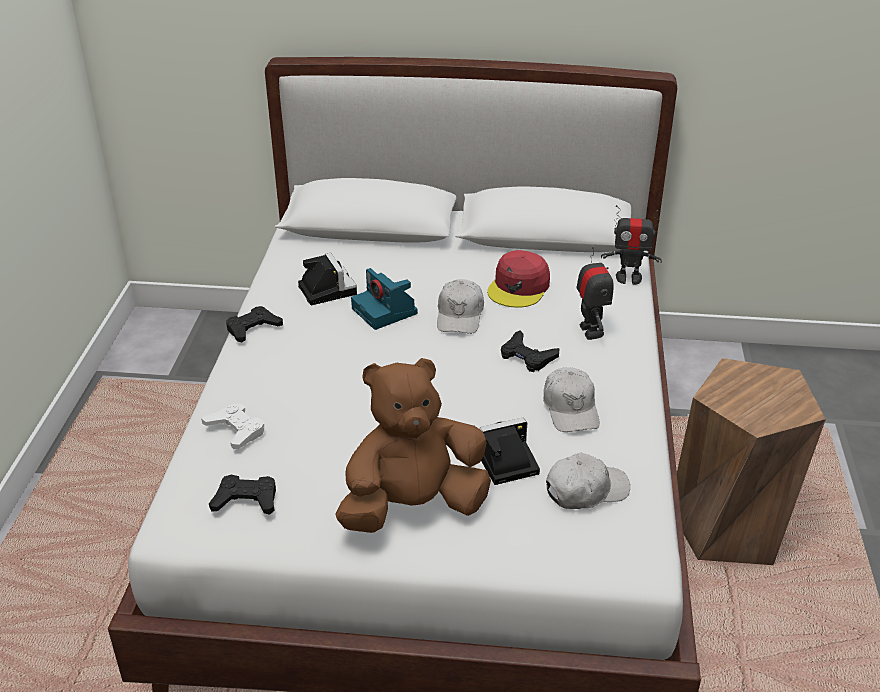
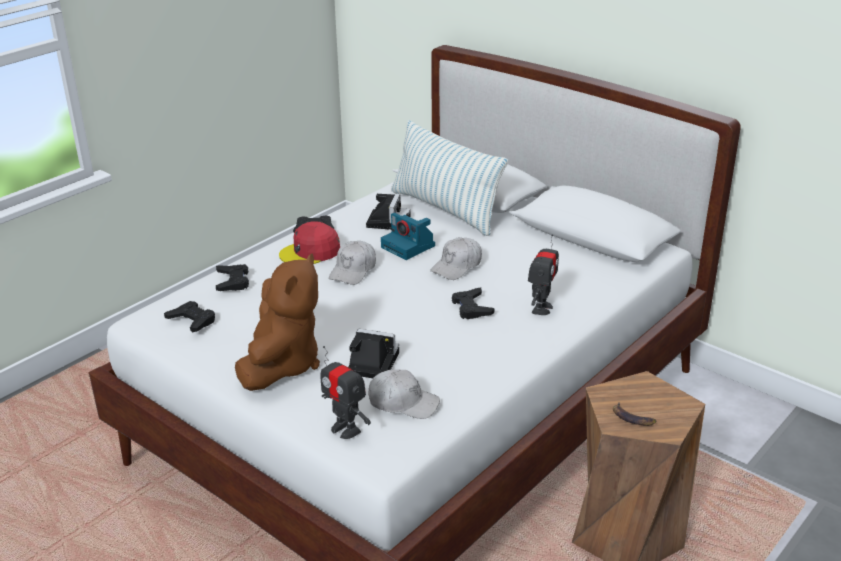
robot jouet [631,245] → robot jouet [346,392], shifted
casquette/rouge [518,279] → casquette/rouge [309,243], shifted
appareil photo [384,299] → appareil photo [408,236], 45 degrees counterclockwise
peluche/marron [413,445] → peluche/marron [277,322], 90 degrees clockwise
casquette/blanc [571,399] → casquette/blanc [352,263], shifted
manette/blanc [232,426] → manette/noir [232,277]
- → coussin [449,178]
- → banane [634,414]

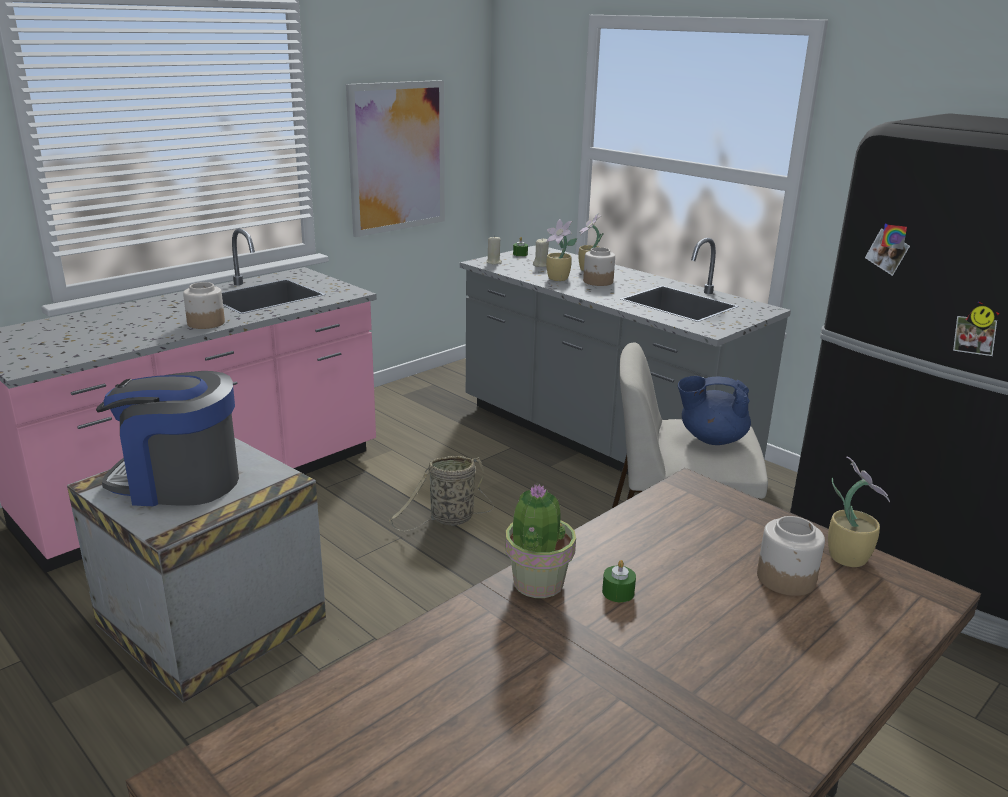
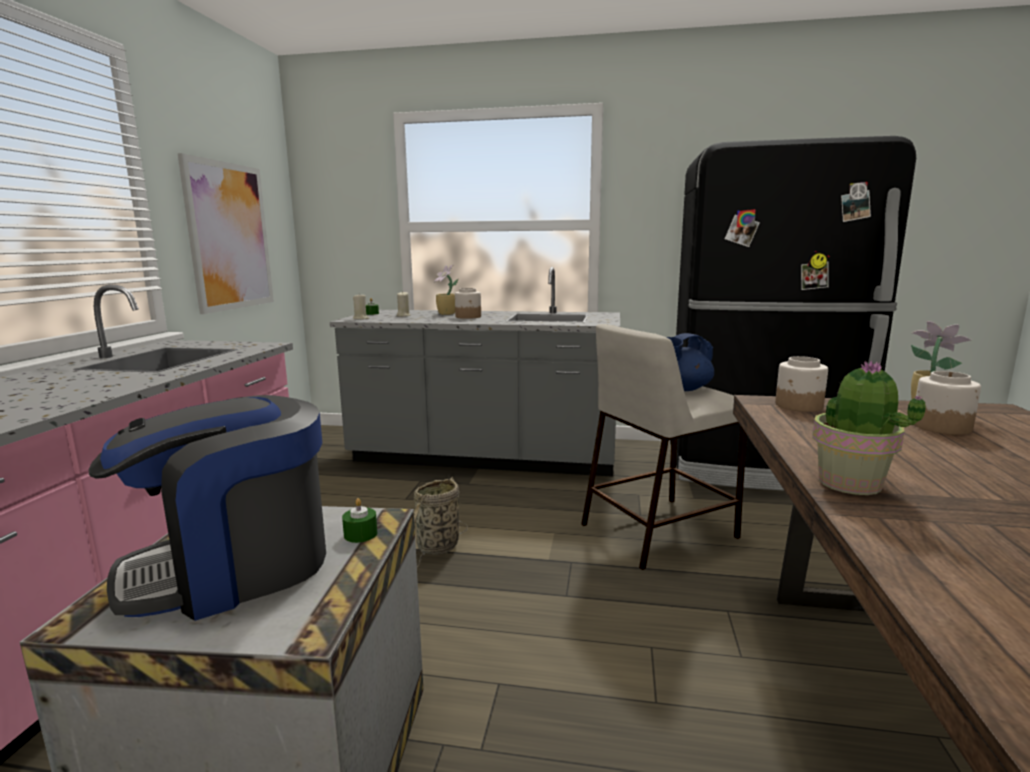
plante en pot [562,250] → -
bocal [204,305] → bocal [801,384], shifted
bougie/vert [619,581] → bougie/vert [359,520], shifted

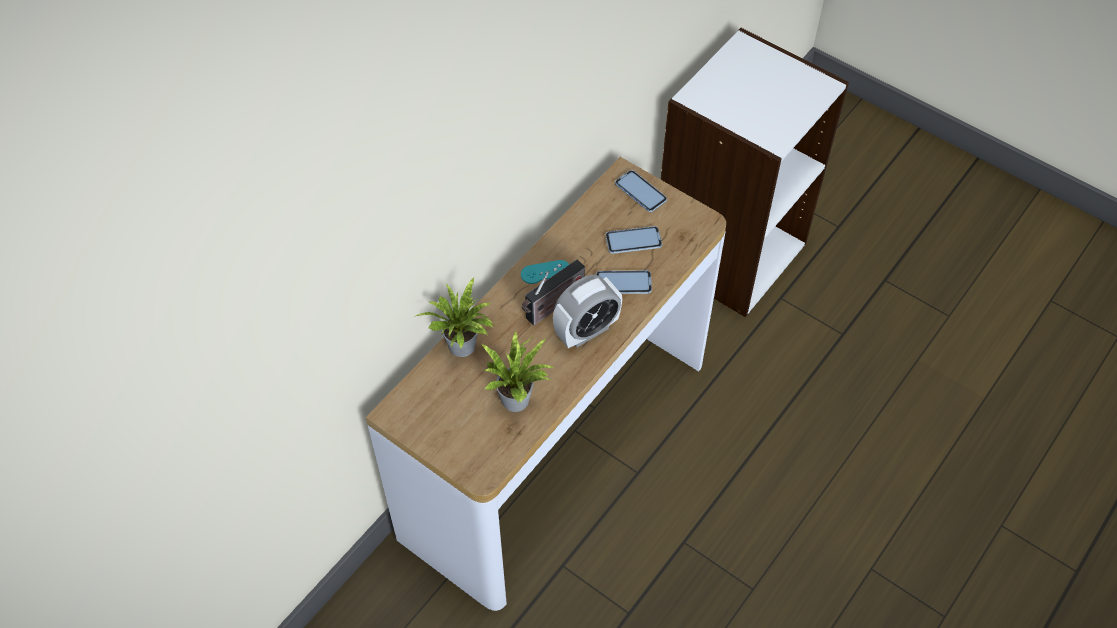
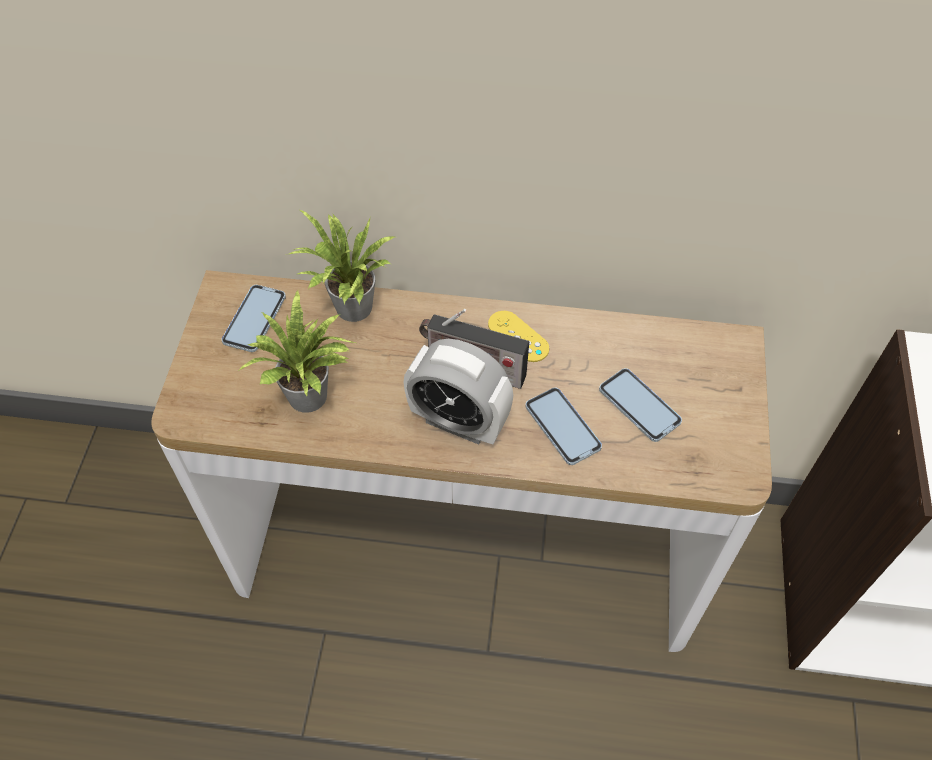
téléphone [641,191] → téléphone [254,318], shifted
manette/turquoise [545,272] → manette/jaune [518,336]

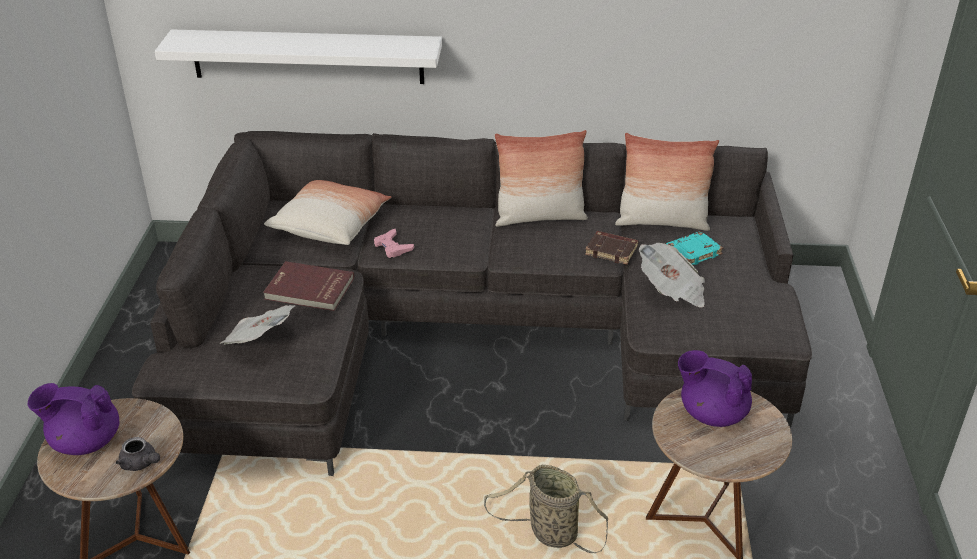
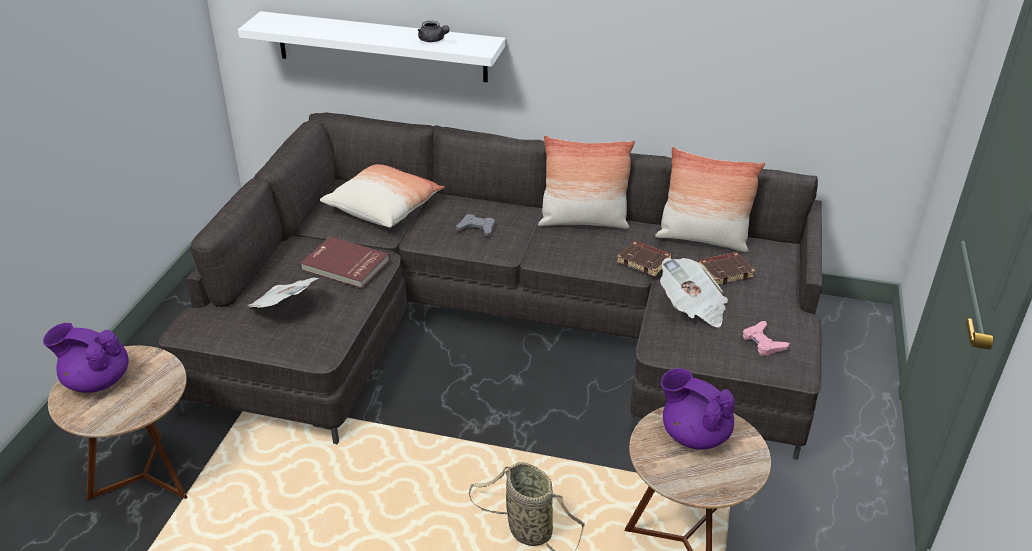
manette/rose [394,243] → manette/rose [766,338], shifted
livre/turquoise [694,248] → livre/marron [726,268]
théière/gris [138,454] → théière/gris [434,31], shifted
- → manette/gris [475,225]

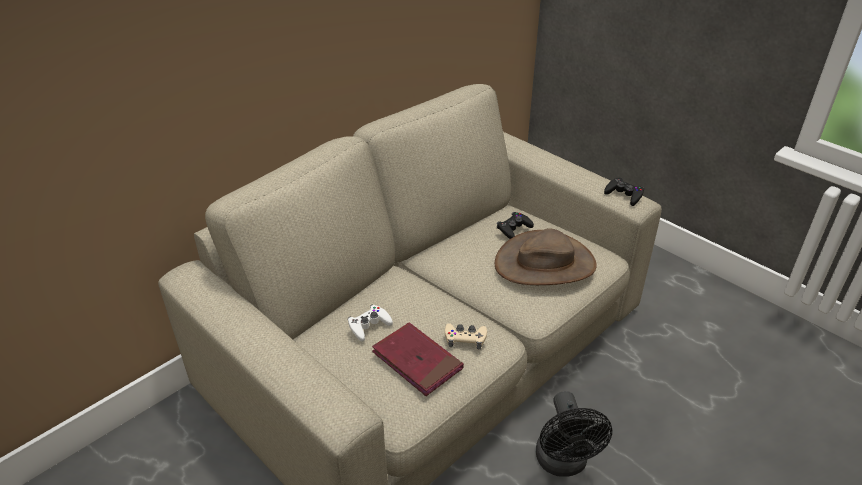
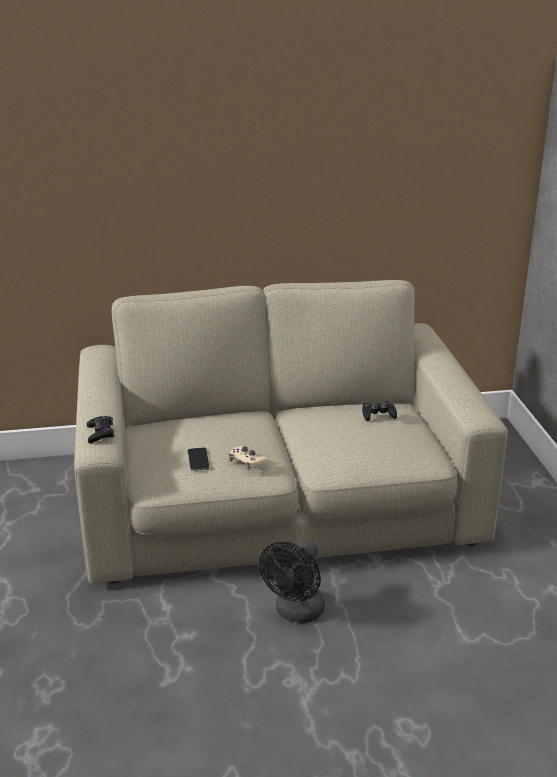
manette/noir [624,192] → manette/noir [101,429], shifted
chapeau/marron [546,256] → -
manette/blanc [370,323] → -
livre/rouge [418,359] → téléphone [199,459]

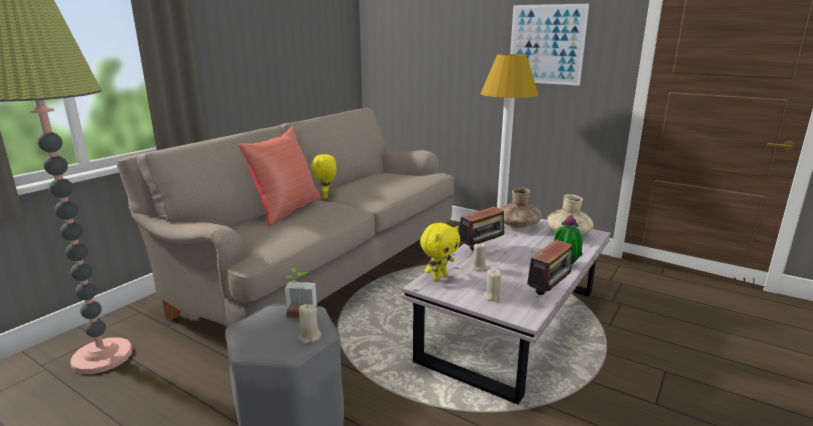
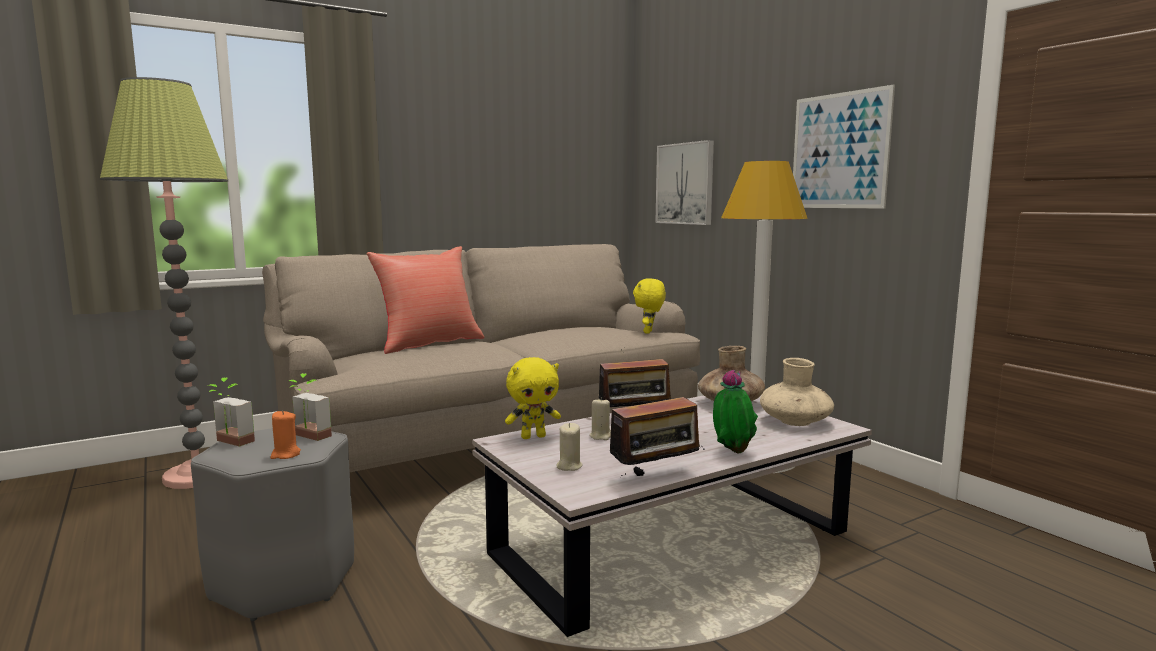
peluche/jaune [324,176] → peluche/jaune [649,306], shifted
bougie/beige [309,324] → bougie/orange [285,434]
- → tableau [684,182]
- → plante en pot [231,412]

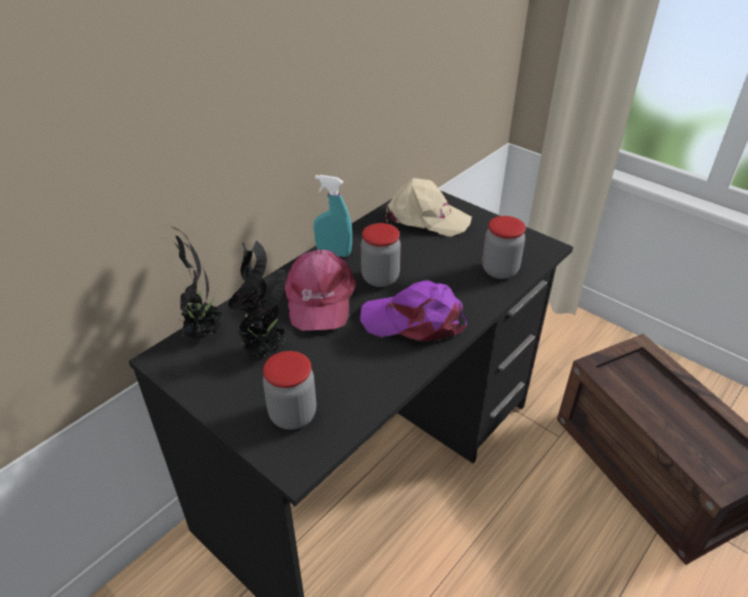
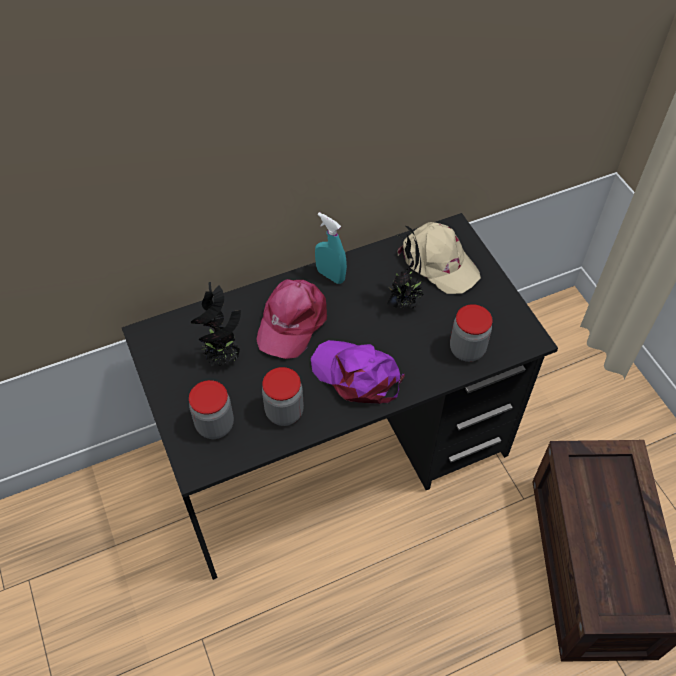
bocal [381,255] → bocal [283,396], shifted
plante en pot [193,282] → plante en pot [405,268], shifted

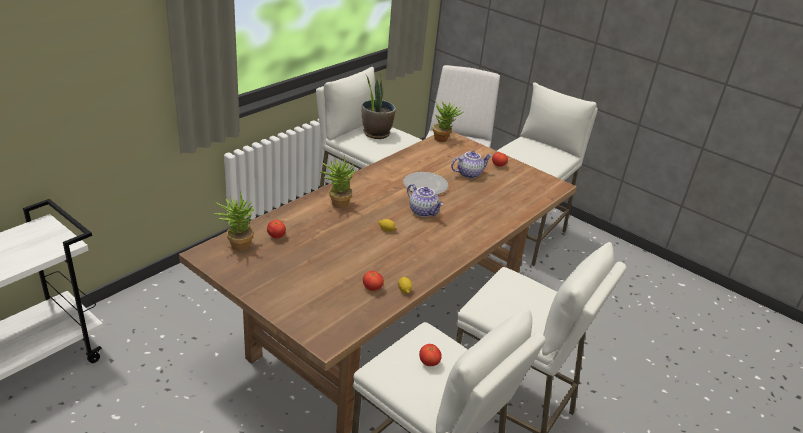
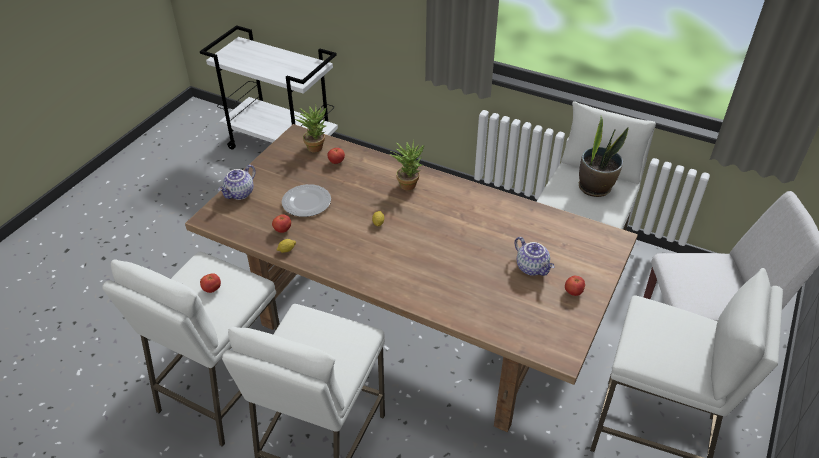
plante en pot [448,121] → -
assiette [425,183] → assiette [306,200], shifted
théière [425,200] → théière [237,182], shifted

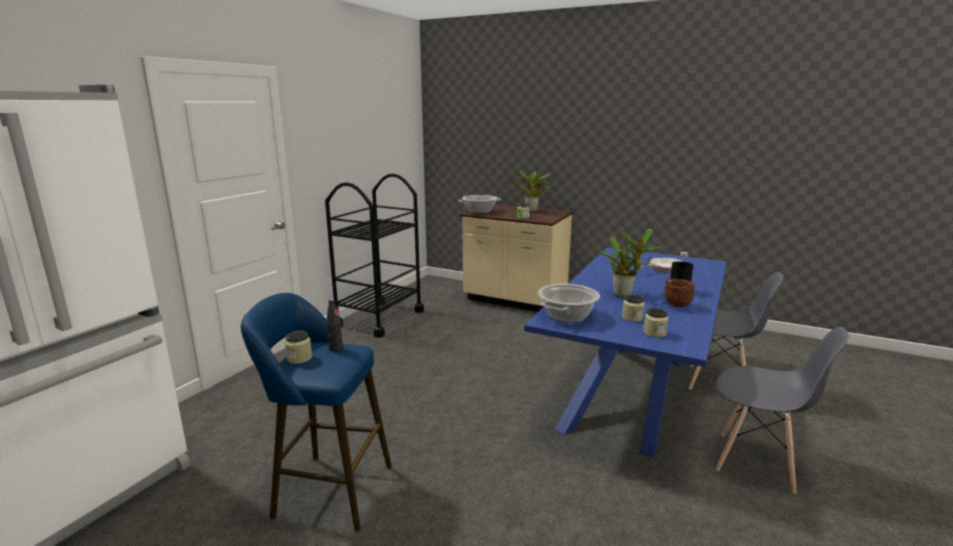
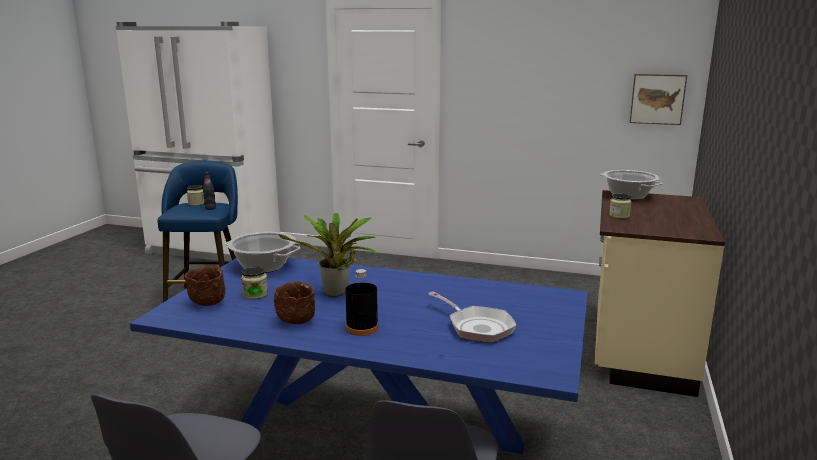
plante en pot [529,191] → -
chariot/noir [374,255] → -
bocal [655,322] → bol/marron [205,286]
- → tableau [658,99]

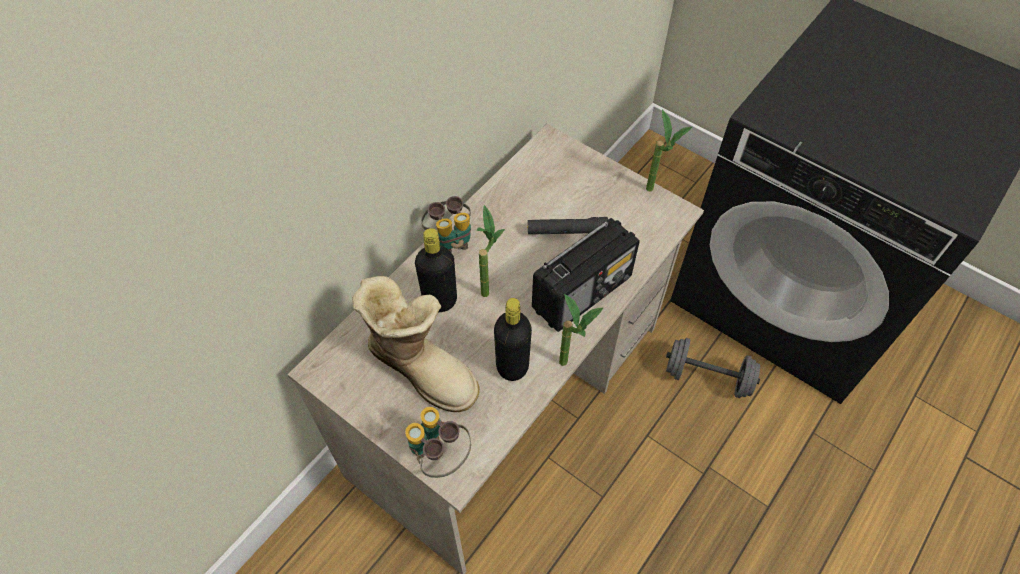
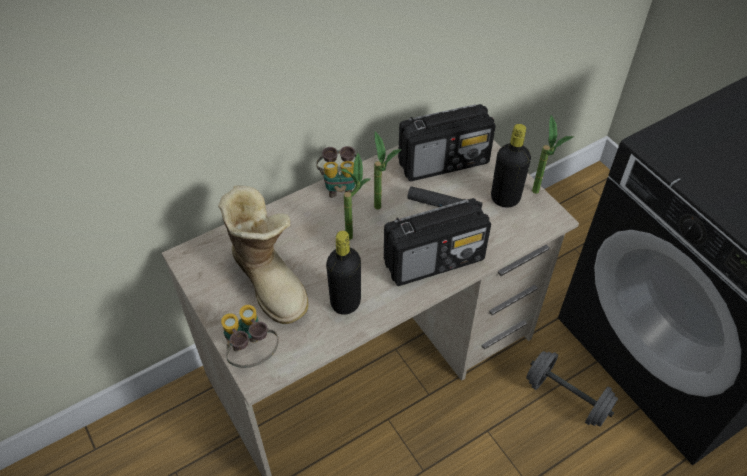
bouteille/noir [436,270] → bouteille/noir [511,165], shifted
plante en pot [581,330] → plante en pot [388,171], shifted
- → radio [447,142]

